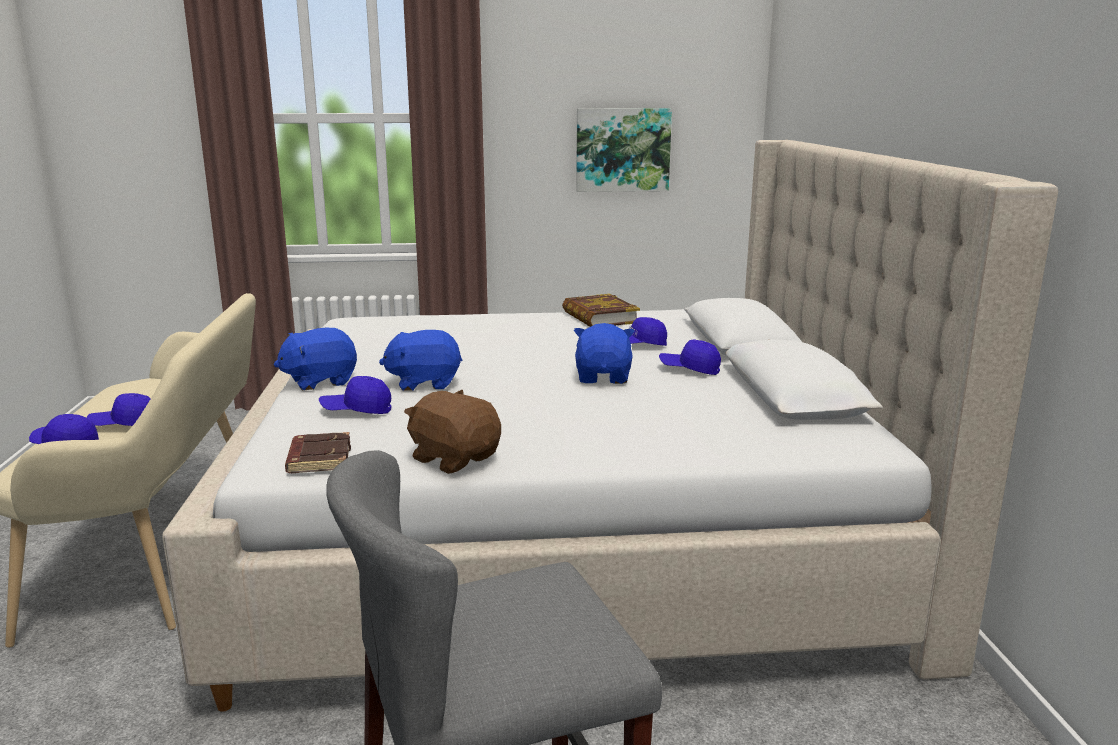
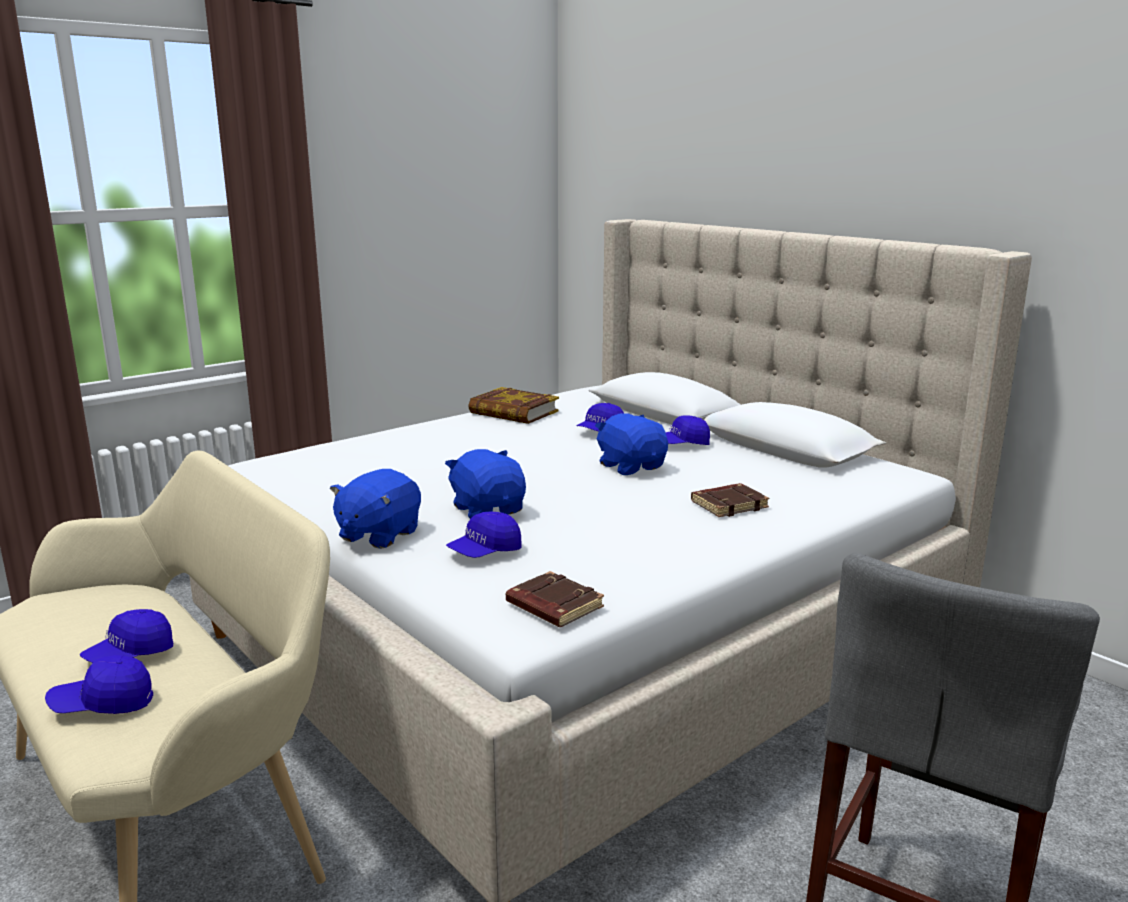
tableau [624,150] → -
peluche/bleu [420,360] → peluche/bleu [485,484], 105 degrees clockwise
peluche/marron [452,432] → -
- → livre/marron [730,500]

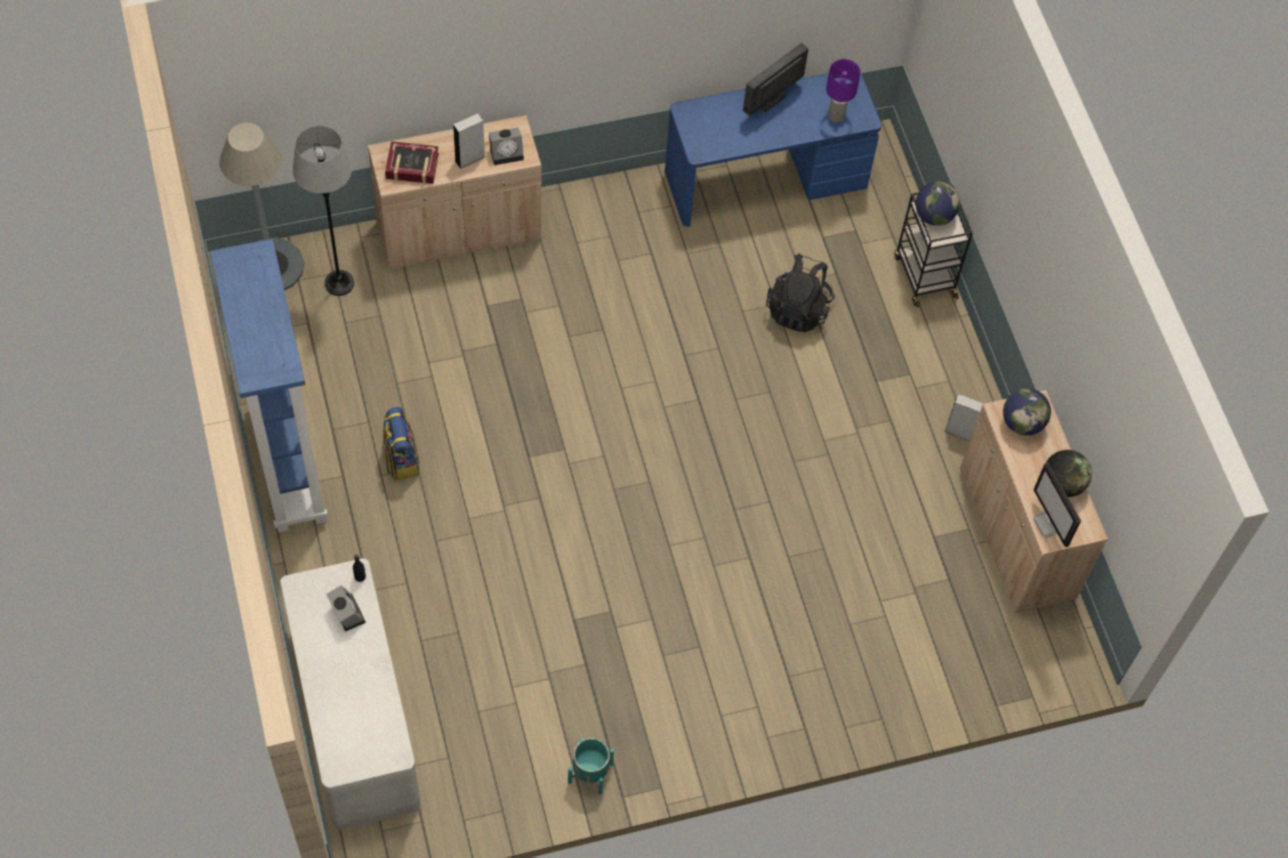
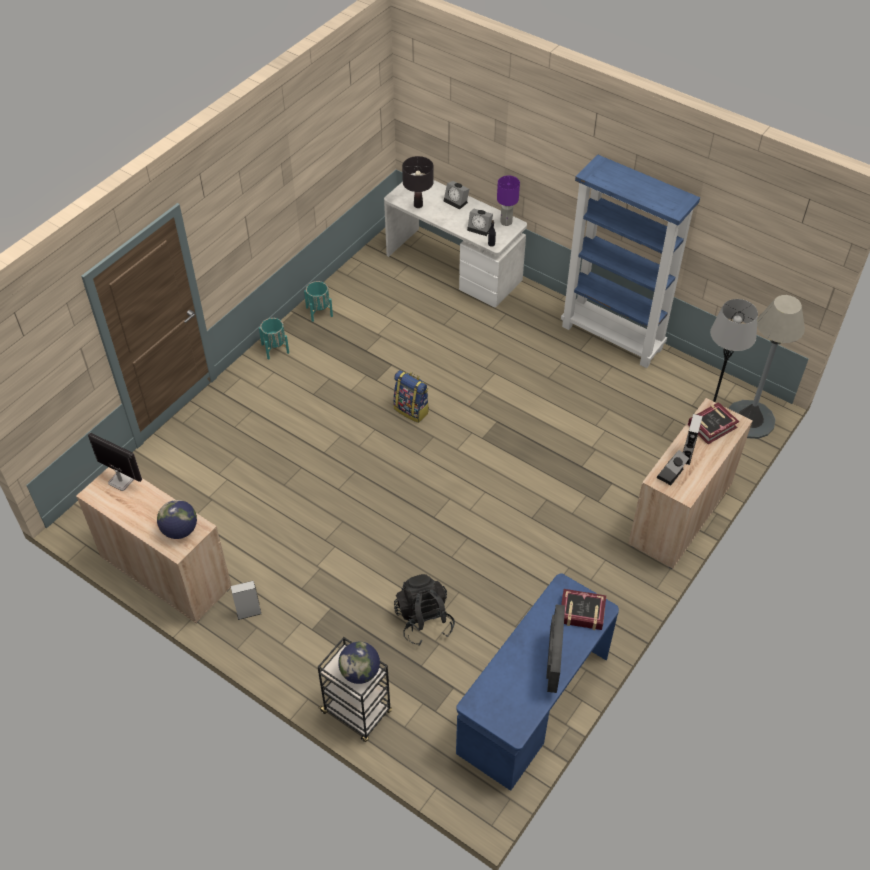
lampe de table/violet [843,90] → lampe de table/violet [508,201], shifted
sac à dos [401,443] → sac à dos [411,396], shifted
globe [1069,473] → -
- → lampe de table/noir [418,182]
- → réveil [456,195]
- → cache-pot/turquoise [274,338]
- → livre [583,609]

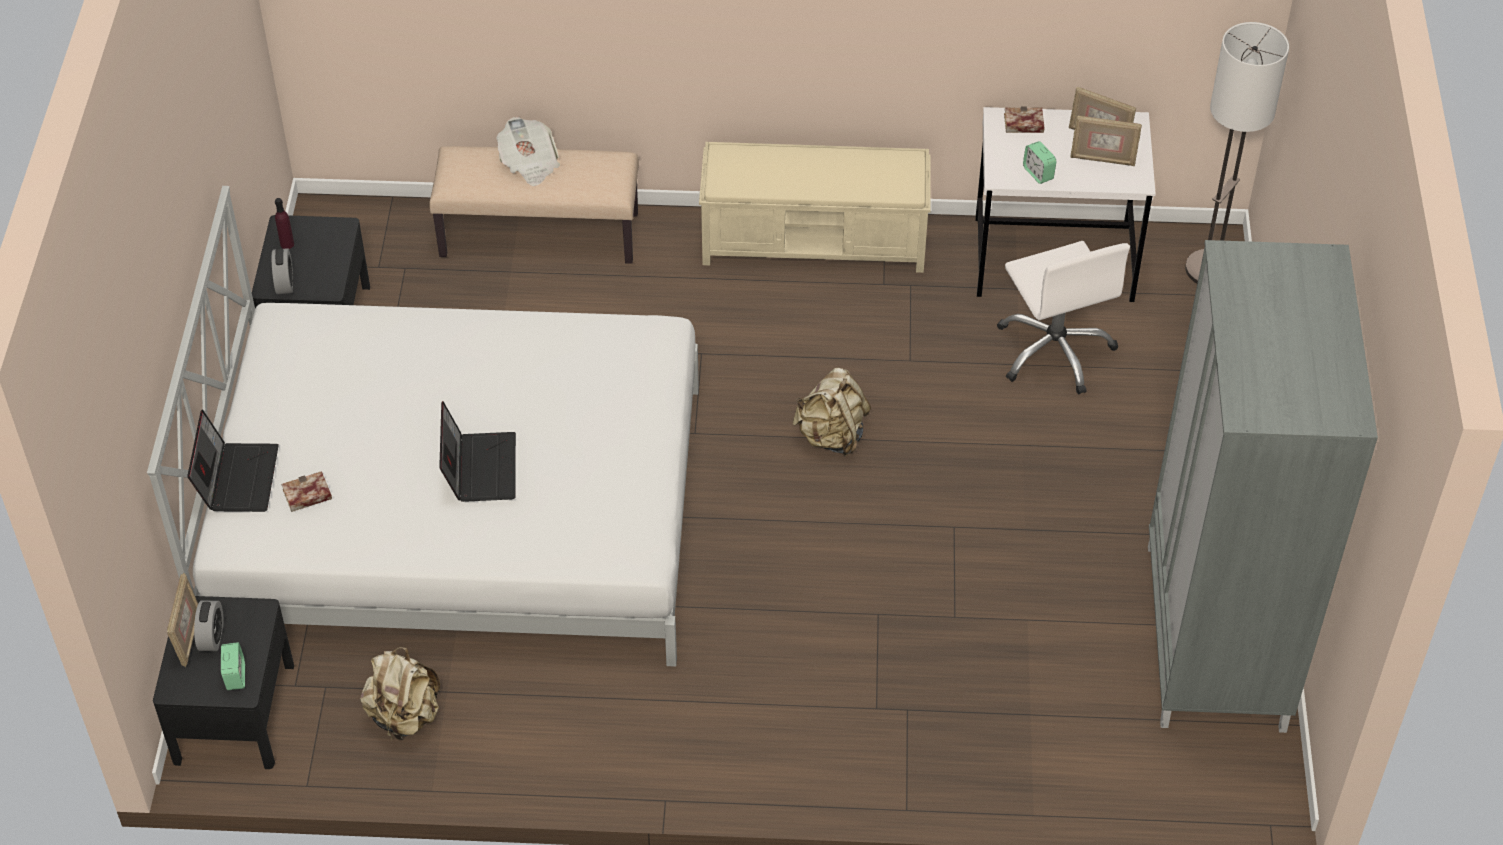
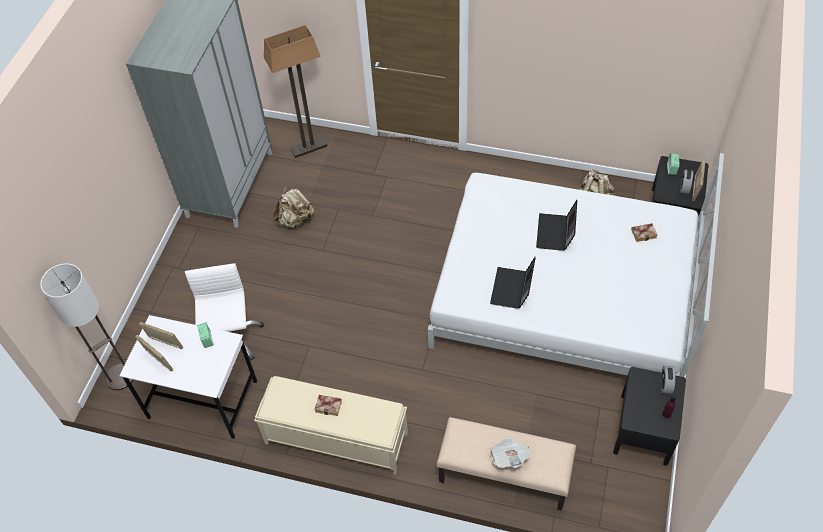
livre [1024,119] → livre [328,405], shifted
sac à dos/beige [831,412] → sac à dos/beige [293,207], shifted
ordinateur portable [233,460] → ordinateur portable [513,283], shifted
- → lampadaire [295,91]

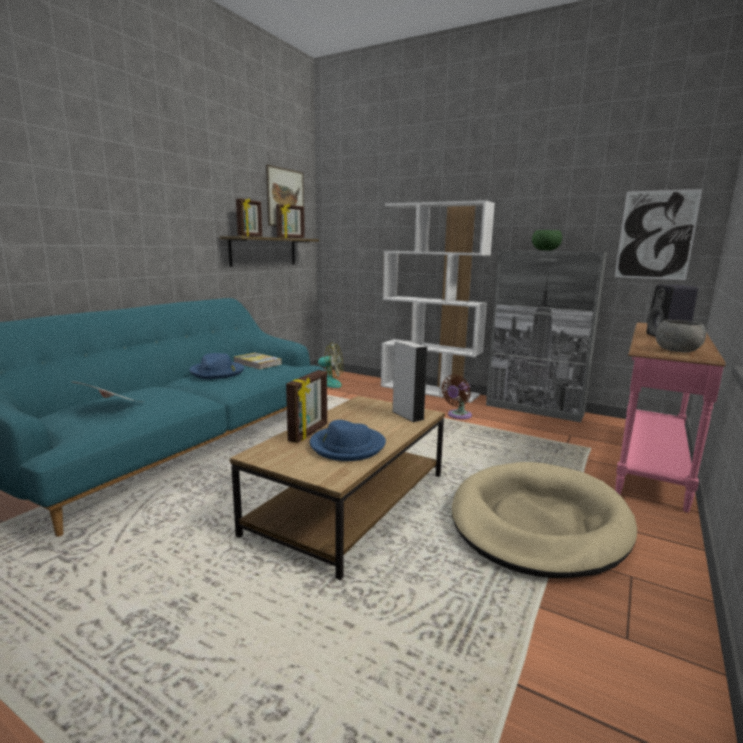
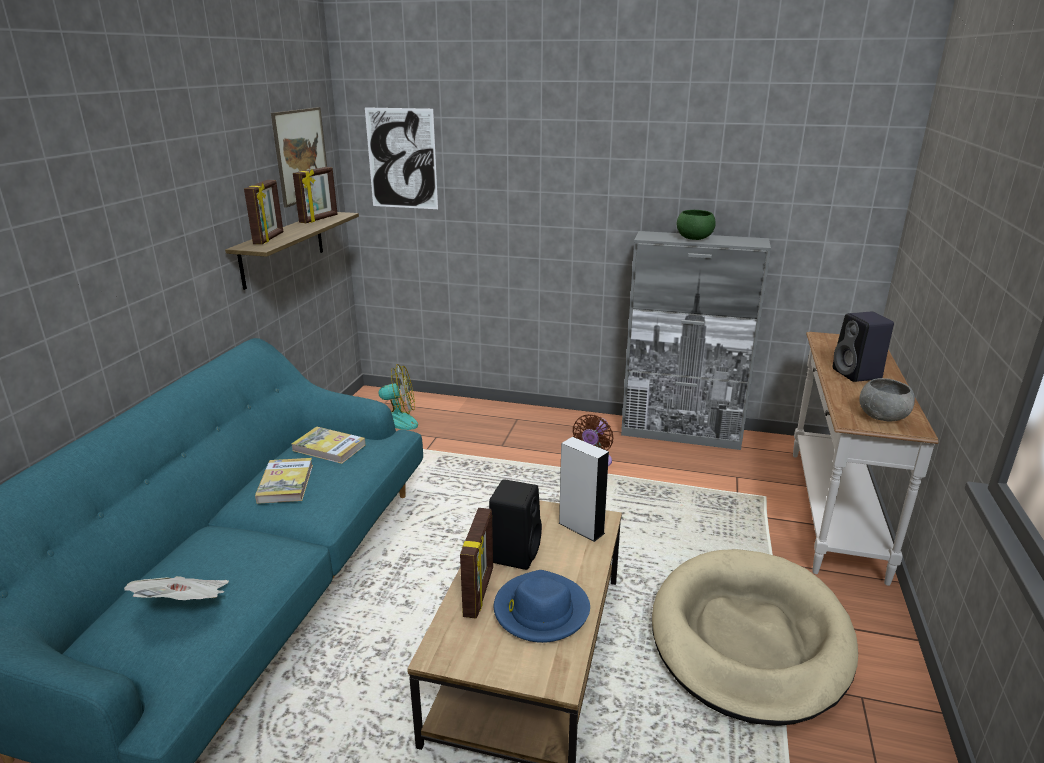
tableau [658,234] → tableau [401,158], shifted
bibliothèque/blanc [438,301] → -
table console/rose [670,417] → table console/blanc [865,459]
chapeau/bleu [216,366] → livre [284,481]
- → enceinte/noir [515,524]

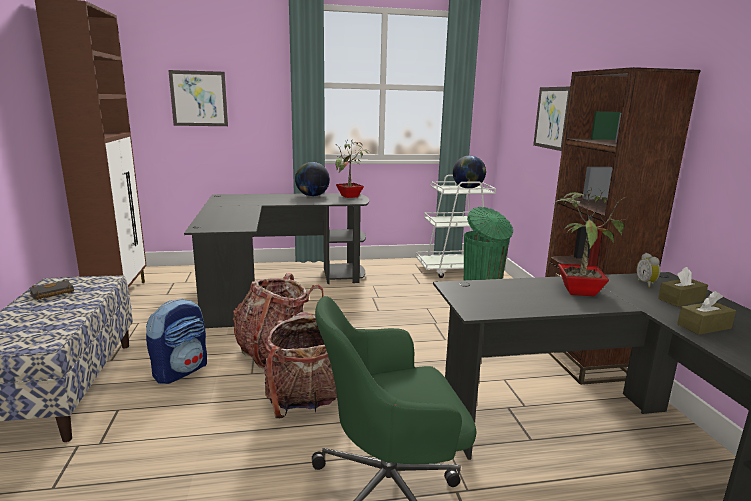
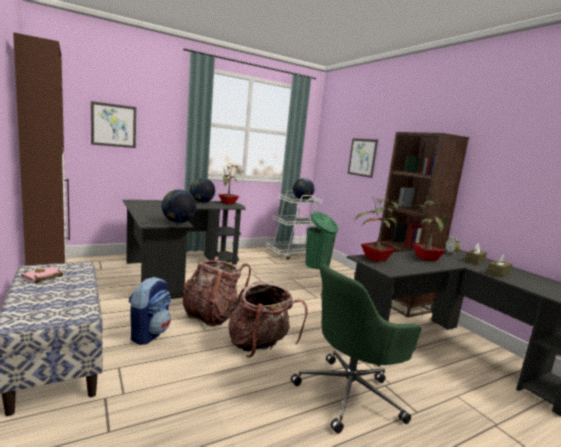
livre/noir [51,289] → livre/rose [42,274]
- → globe [179,206]
- → plante en pot [380,228]

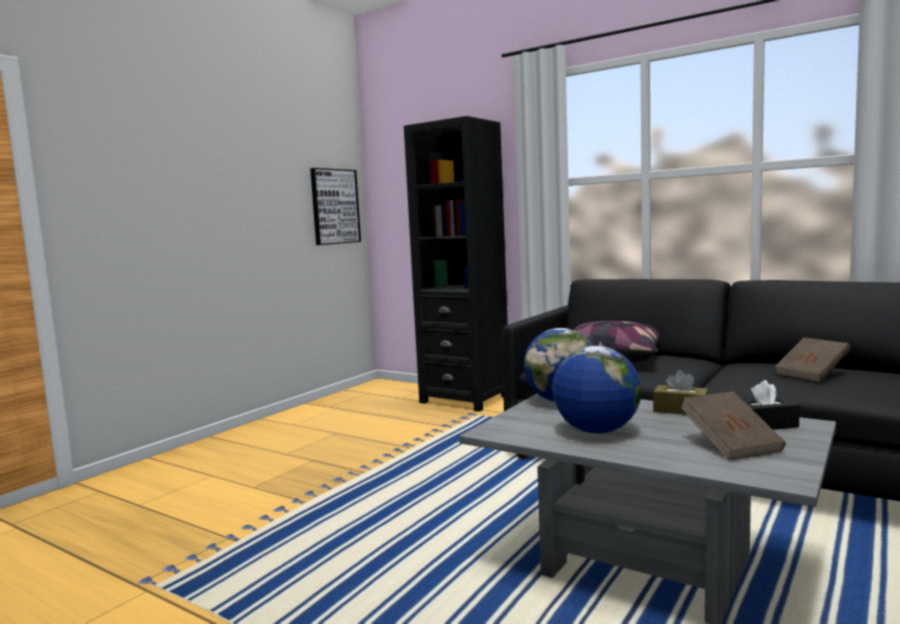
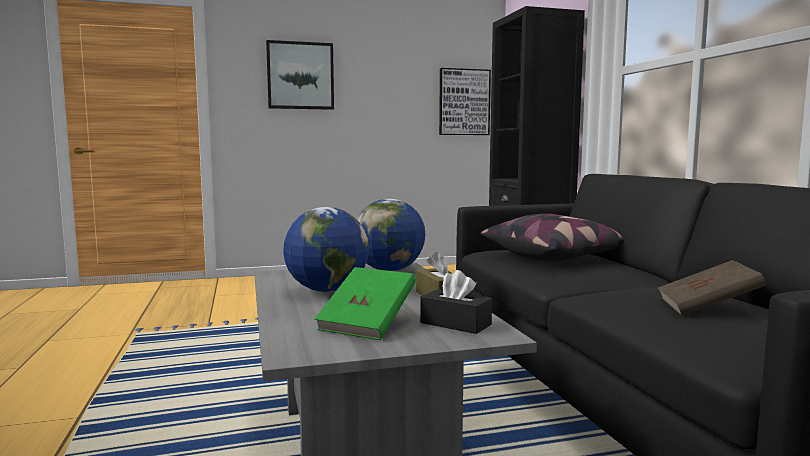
livre/marron [733,425] → livre/vert [365,303]
- → tableau [300,75]

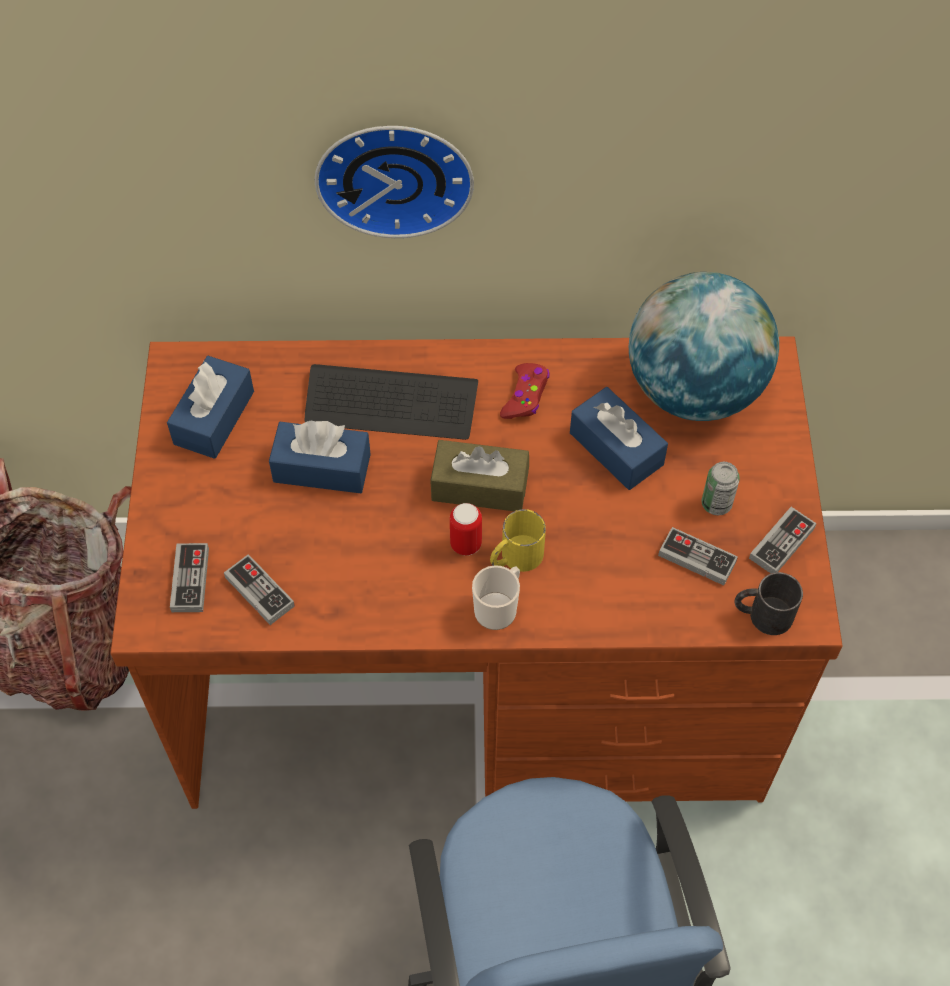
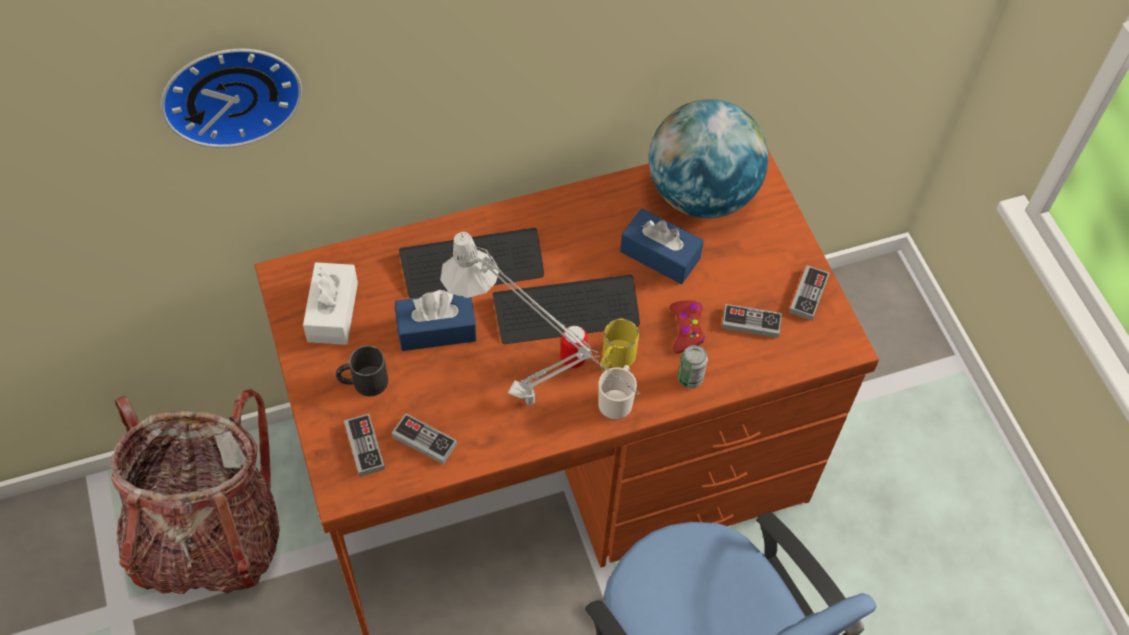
horloge murale [394,182] → horloge murale [231,98], shifted
boîte à mouchoirs/bleu [210,407] → boîte à mouchoirs/blanc [330,303]
manette/rouge [524,391] → manette/rouge [687,327], shifted
boîte à mouchoirs/marron [479,475] → clavier [566,309]
boîte métallique [721,488] → boîte métallique [693,367], shifted
mug/noir [769,603] → mug/noir [362,370], shifted
- → lampe de table/gris [540,318]

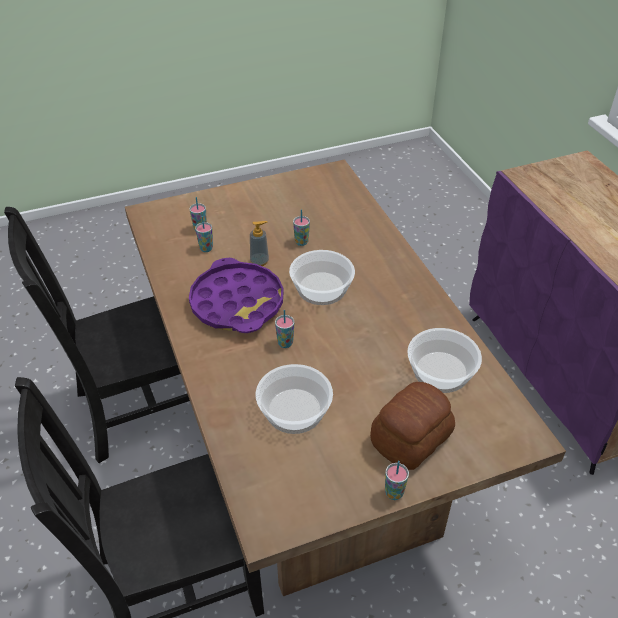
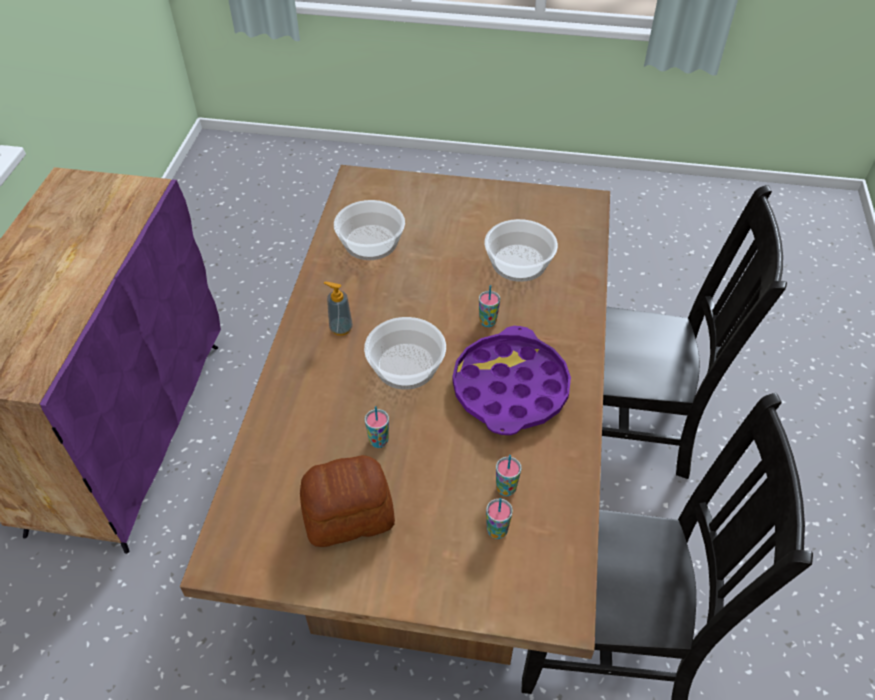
distributeur de savon [259,243] → distributeur de savon [338,309], shifted
pain [412,426] → pain [347,501], shifted
tasse [397,480] → -

